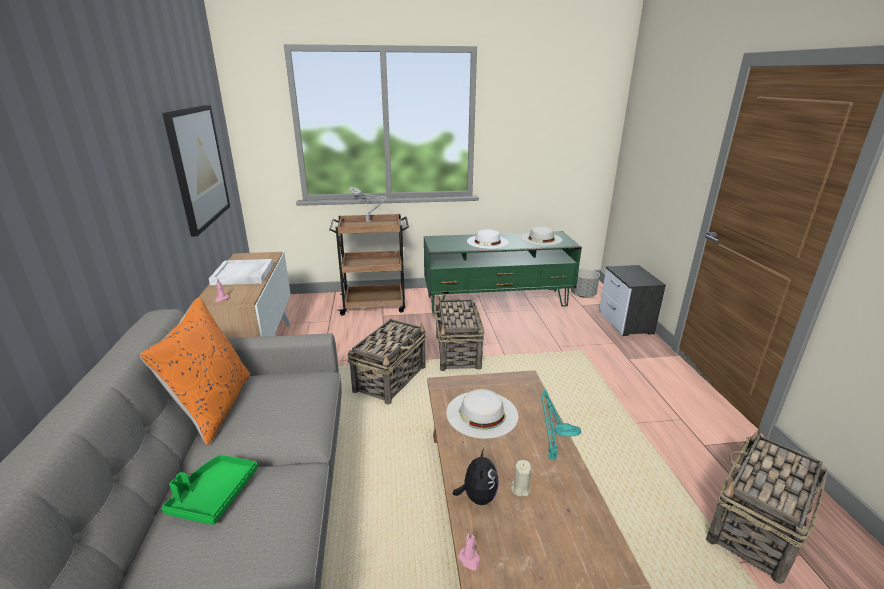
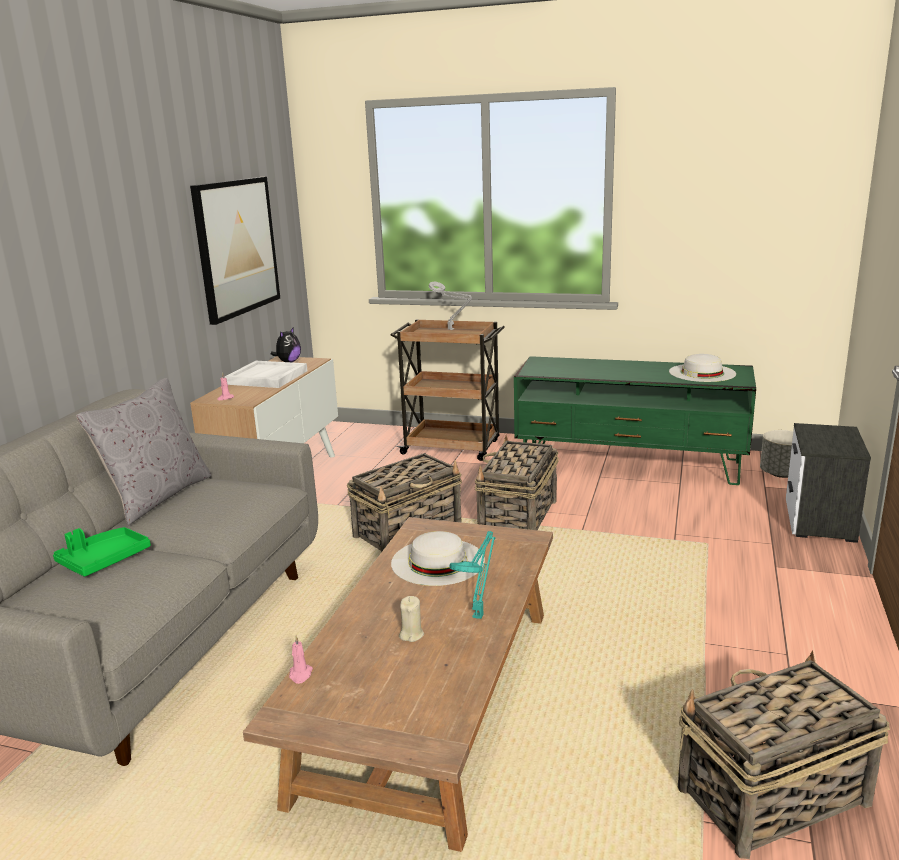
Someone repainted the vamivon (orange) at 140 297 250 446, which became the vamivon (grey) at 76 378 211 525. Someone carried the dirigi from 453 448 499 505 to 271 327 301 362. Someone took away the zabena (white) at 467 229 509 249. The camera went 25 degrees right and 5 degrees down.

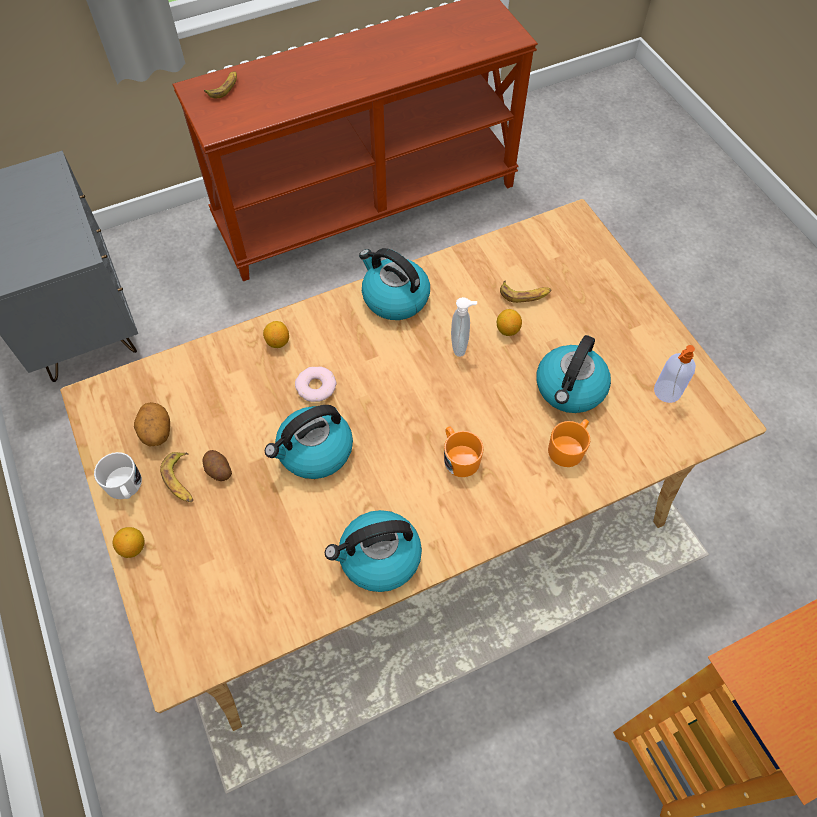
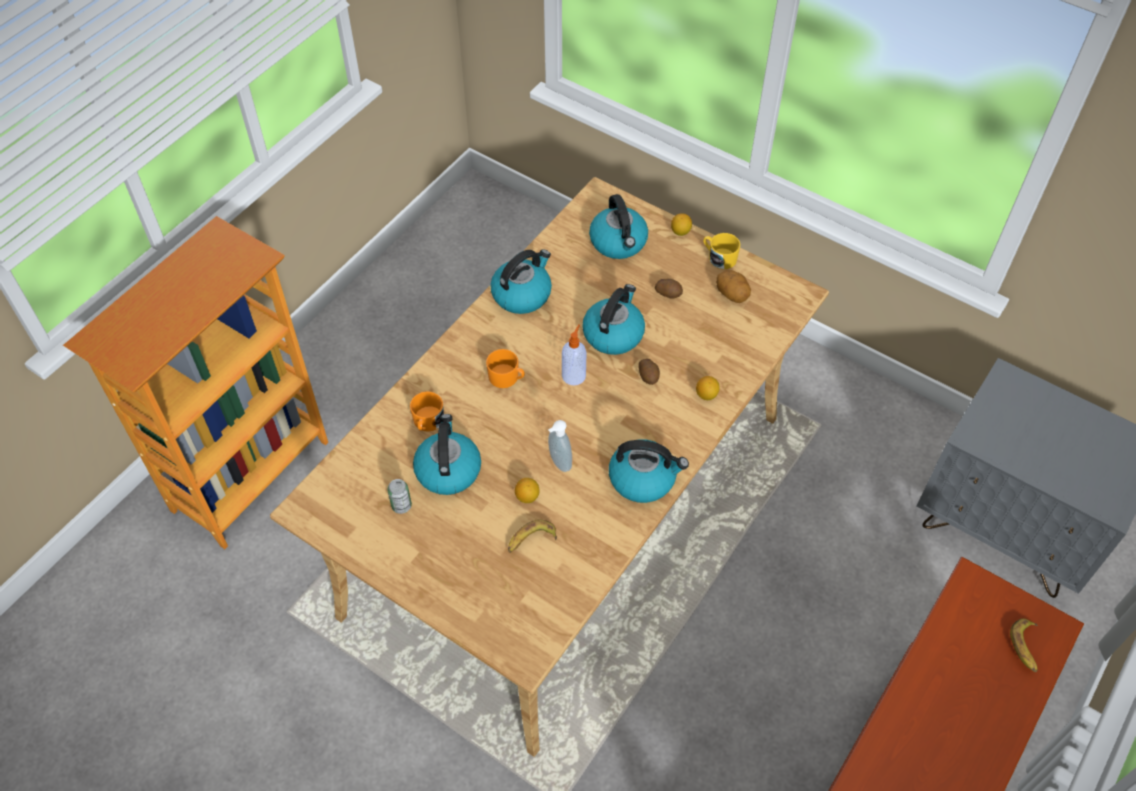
Someone repainted the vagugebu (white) at 94 452 142 499, which became the vagugebu (yellow) at 703 233 740 269. Someone took away the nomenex at 160 452 193 502. Someone swapped the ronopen at 295 367 337 402 for the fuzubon at 638 359 660 385. Someone carried the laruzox from 654 345 696 403 to 562 324 586 386. Someone put down the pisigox at 387 479 412 514. Someone put down the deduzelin at 589 194 648 259. The camera went 150 degrees right and 5 degrees down.

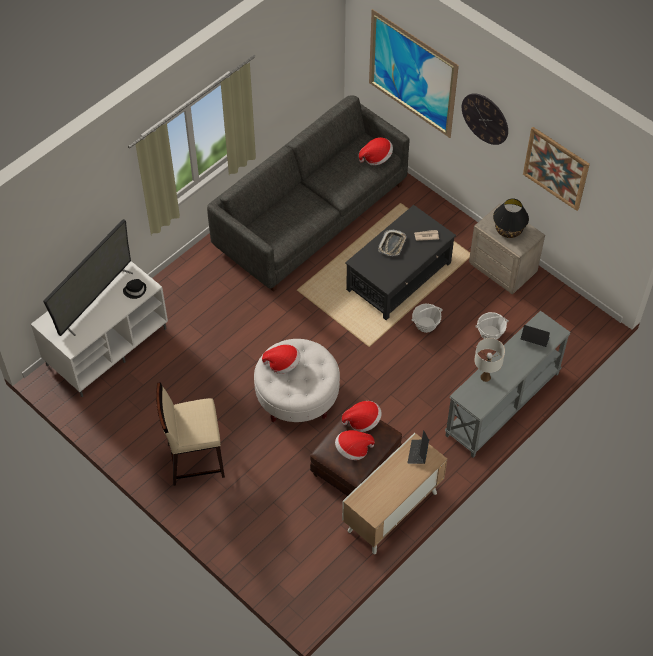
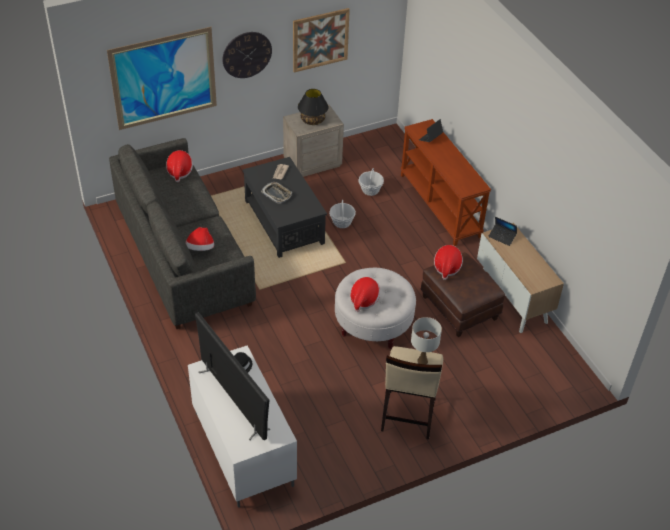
Someone carried the zabena from 335 430 375 460 to 186 227 214 251. Someone repainted the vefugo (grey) at 445 311 571 458, which became the vefugo (brown) at 401 119 491 246. Someone carried the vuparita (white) from 474 338 505 382 to 411 317 442 364. The camera went 70 degrees left and 10 degrees down.

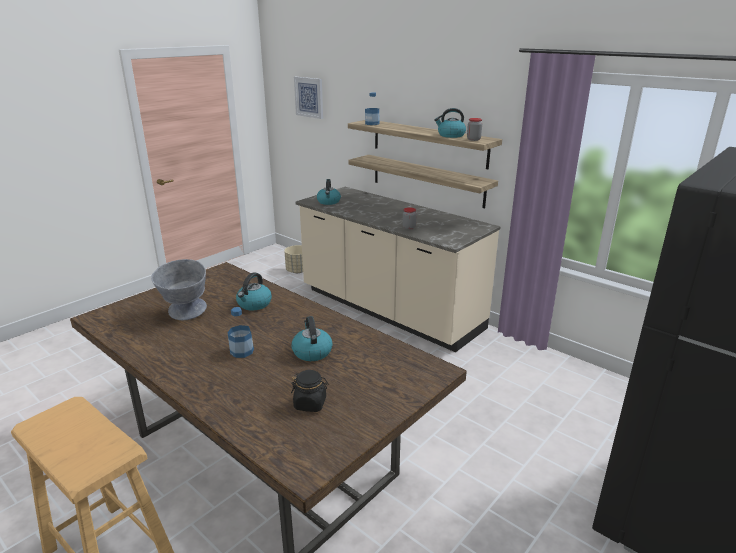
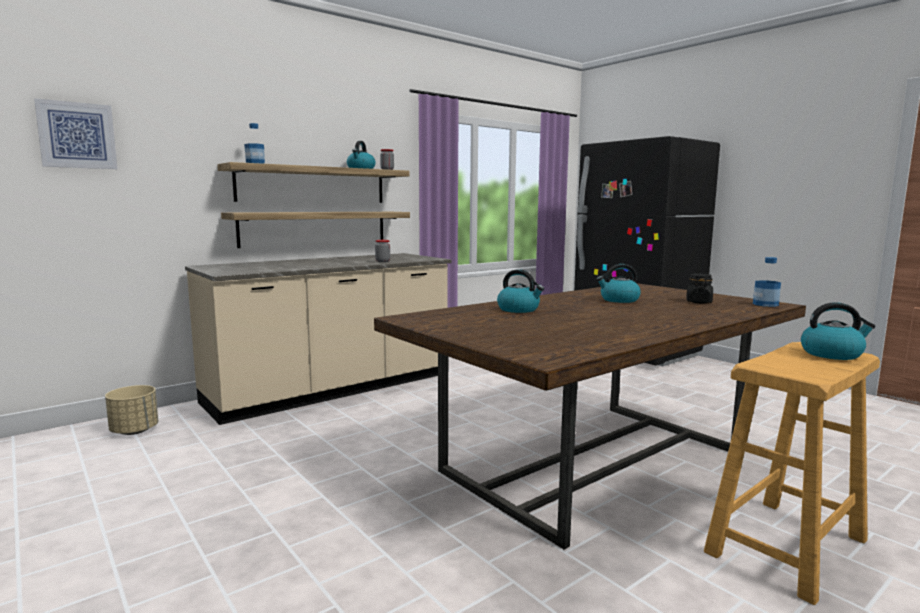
Someone took away the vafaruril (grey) at 151 259 207 320. Someone carried the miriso from 227 307 254 358 to 753 257 781 307. Someone carried the deduzelin from 317 179 341 205 to 801 302 876 360. The camera went 80 degrees left and 15 degrees down.

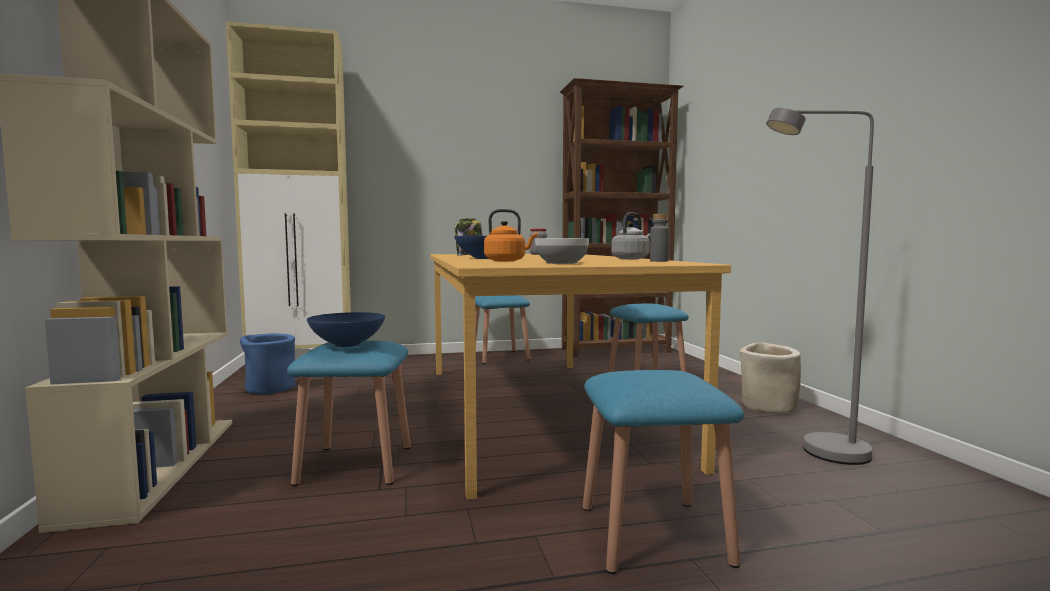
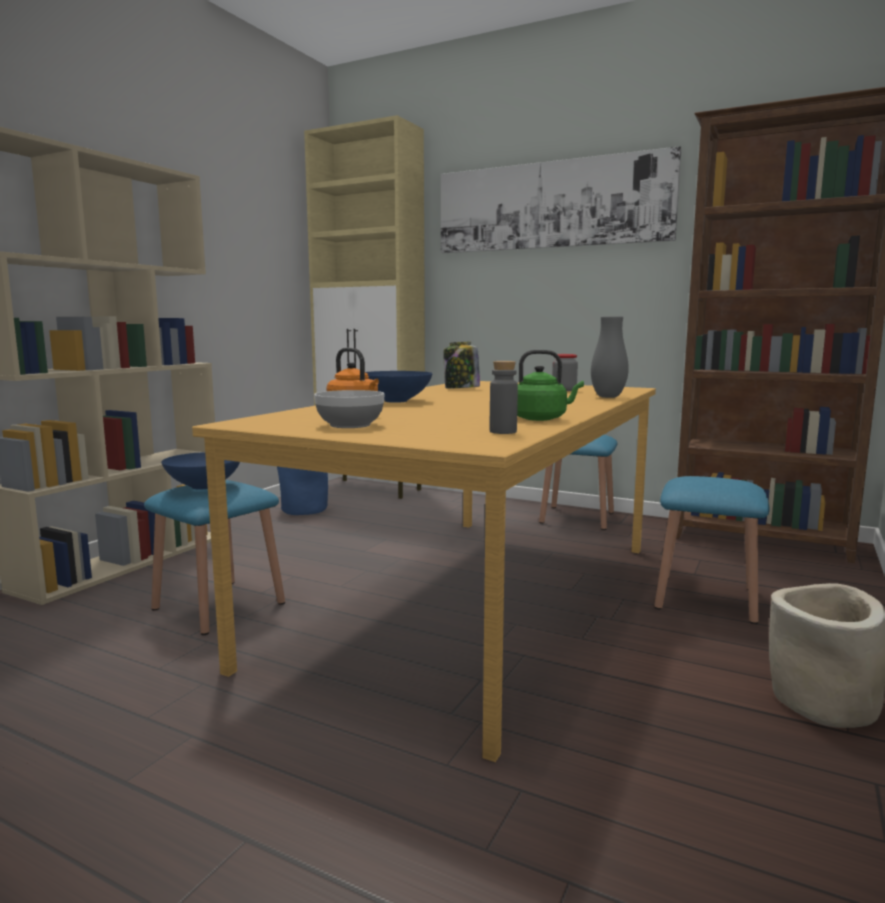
Someone took away the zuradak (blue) at 583 370 744 574. Someone repainted the deduzelin (grey) at 611 212 651 259, which became the deduzelin (green) at 517 350 584 421. Someone took away the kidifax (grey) at 766 108 874 465. Someone put up the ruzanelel at 441 146 681 253. Someone put down the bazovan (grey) at 591 316 629 398. The camera went 40 degrees right and 5 degrees up.

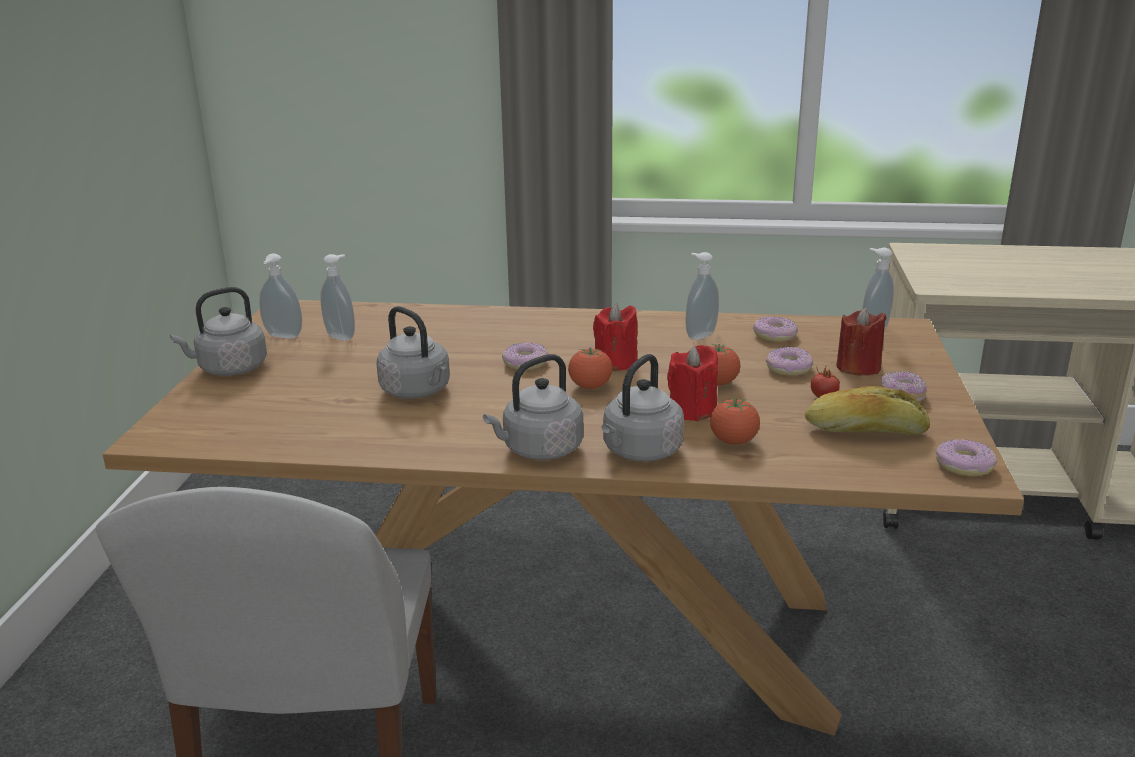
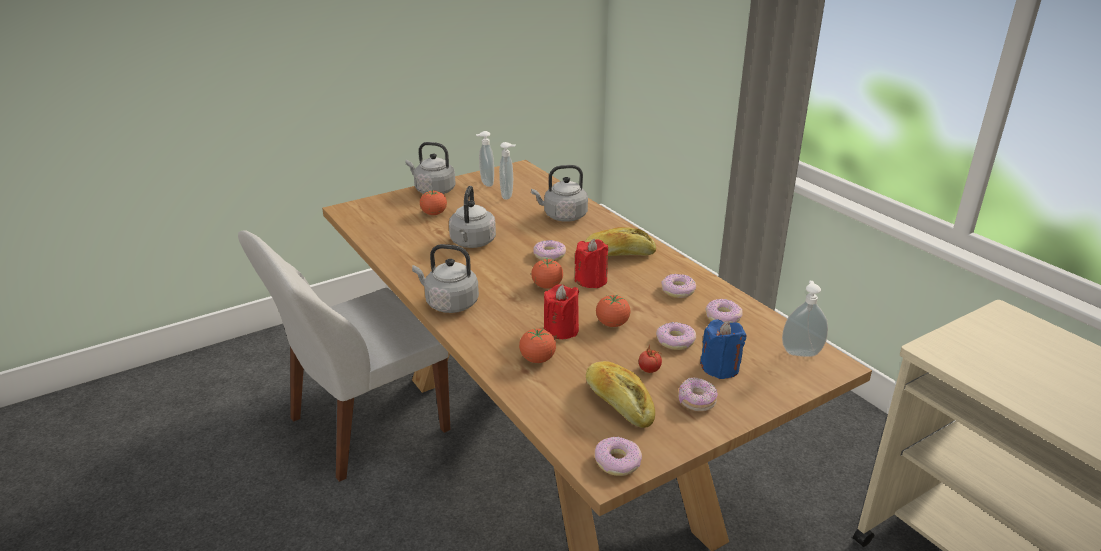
Someone carried the deduzelin (grey) from 602 354 684 462 to 531 165 588 222. Someone swapped the laruzox at 686 252 719 340 for the ronopen at 661 274 696 298. Someone repainted the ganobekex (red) at 836 307 887 376, which became the ganobekex (blue) at 700 320 746 379. Someone put down the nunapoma at 420 190 447 215. Someone put down the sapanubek at 584 227 656 256. The camera went 50 degrees right and 5 degrees up.

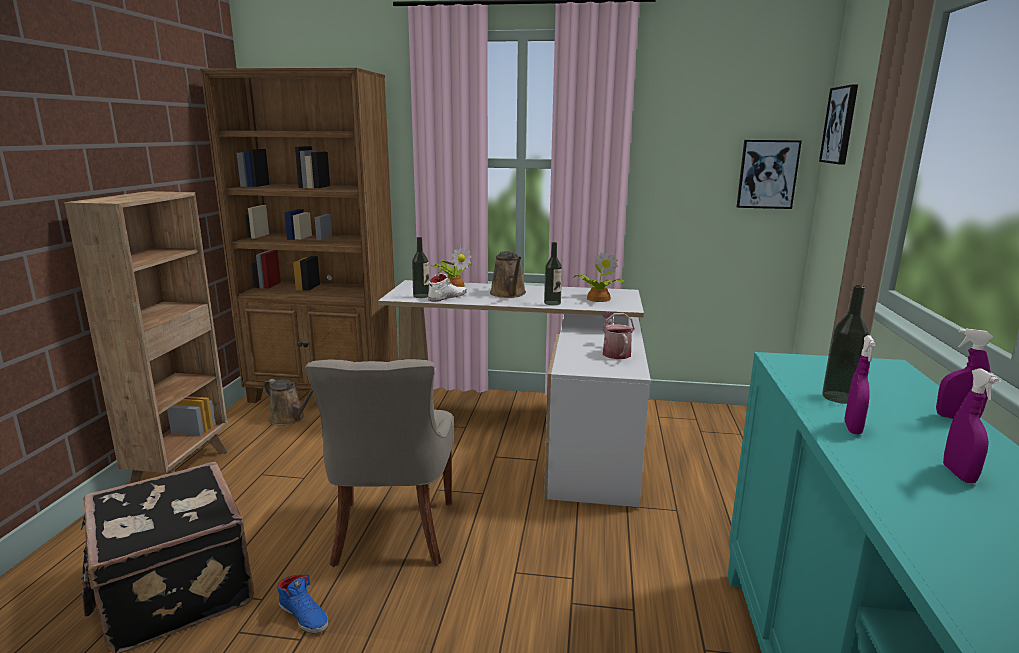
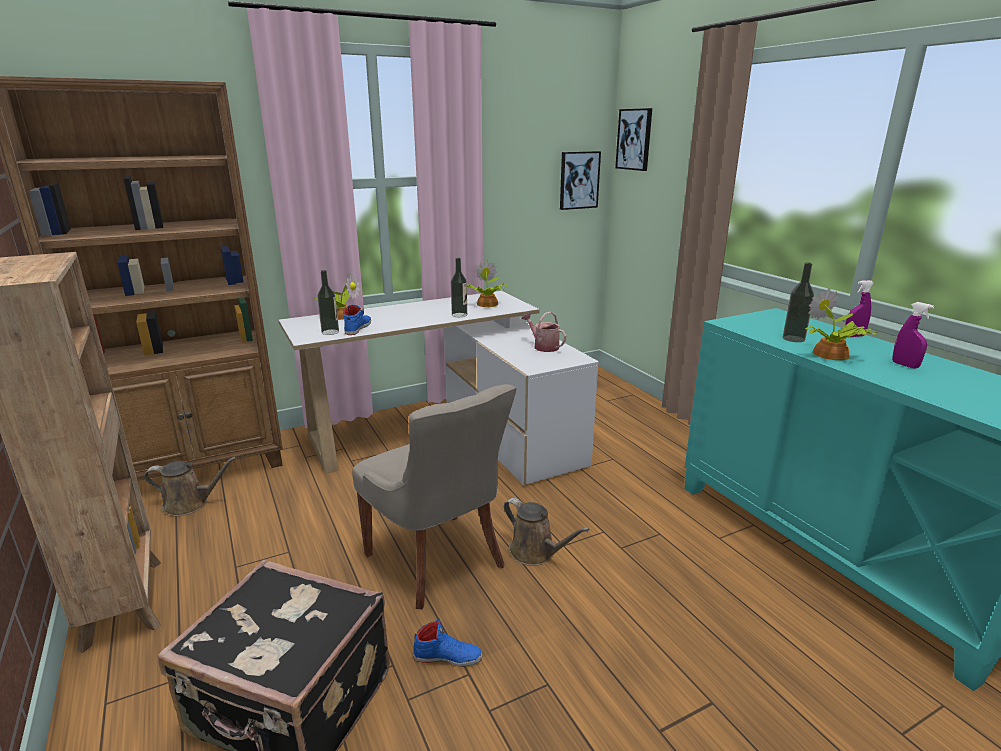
Someone repainted the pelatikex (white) at 428 273 467 301, which became the pelatikex (blue) at 343 305 371 335. Someone carried the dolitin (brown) from 490 251 526 298 to 504 498 590 566. Someone swapped the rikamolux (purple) at 844 335 875 435 for the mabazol at 805 288 878 360. The camera went 35 degrees left and 5 degrees up.

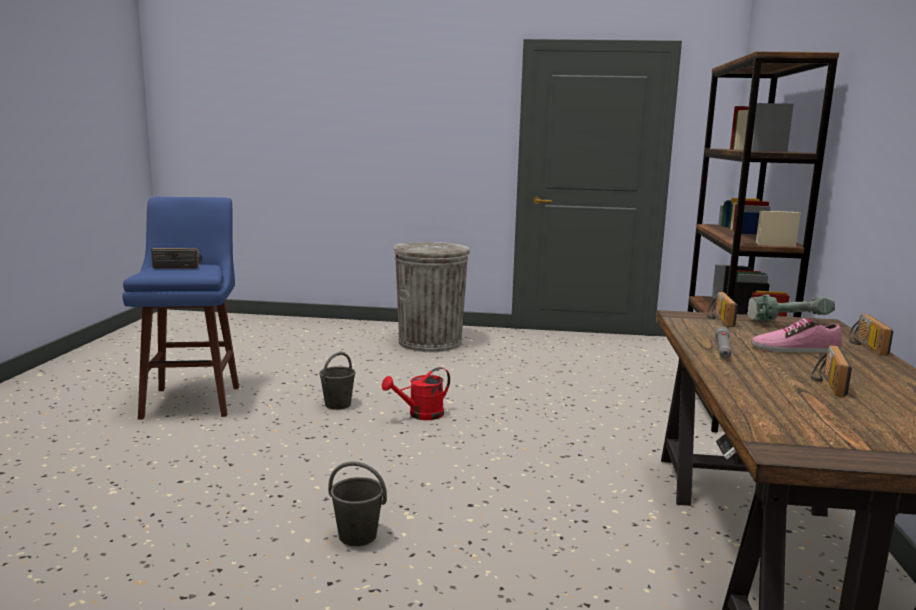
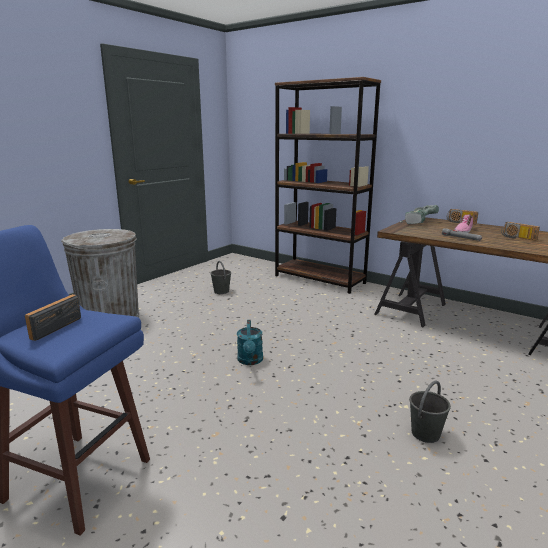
Someone carried the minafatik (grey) from 319 352 356 410 to 210 261 231 294. Someone repainted the dolitin (red) at 382 367 450 420, which became the dolitin (turquoise) at 237 320 263 365. Someone took away the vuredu at 707 292 738 327. The camera went 60 degrees left and 5 degrees up.

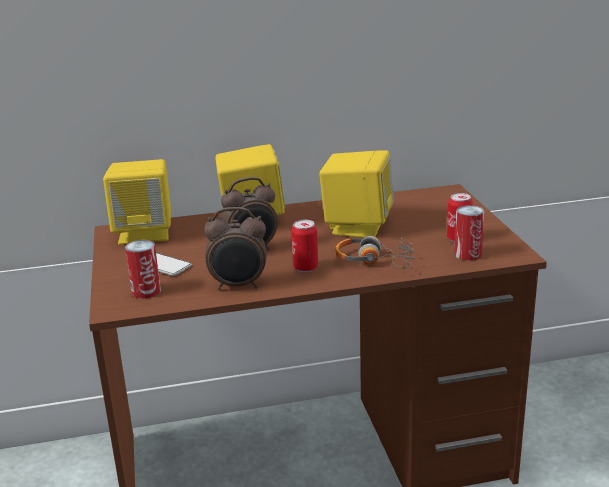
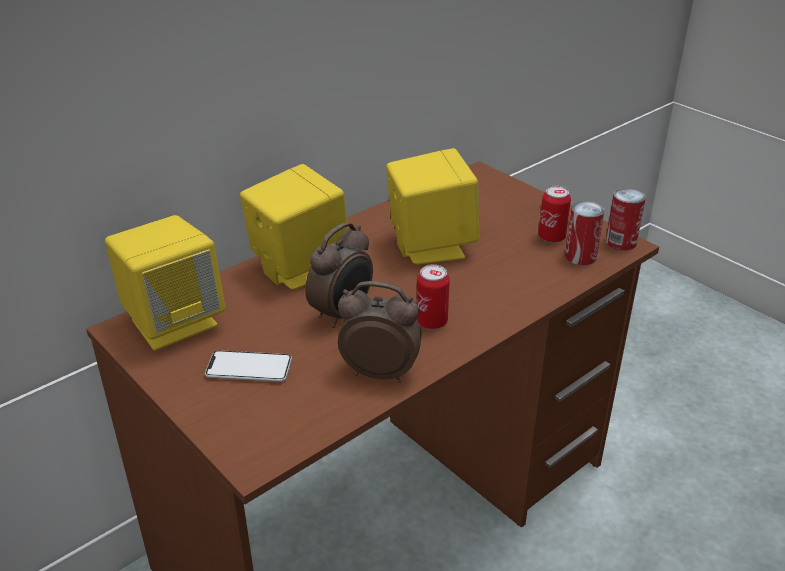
Someone carried the pisigox from 125 240 161 299 to 606 188 646 251. Someone rotated the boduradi at 204 207 267 290 by 135 degrees counterclockwise. Someone took away the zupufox at 335 236 415 268. The camera went 30 degrees left and 10 degrees up.

